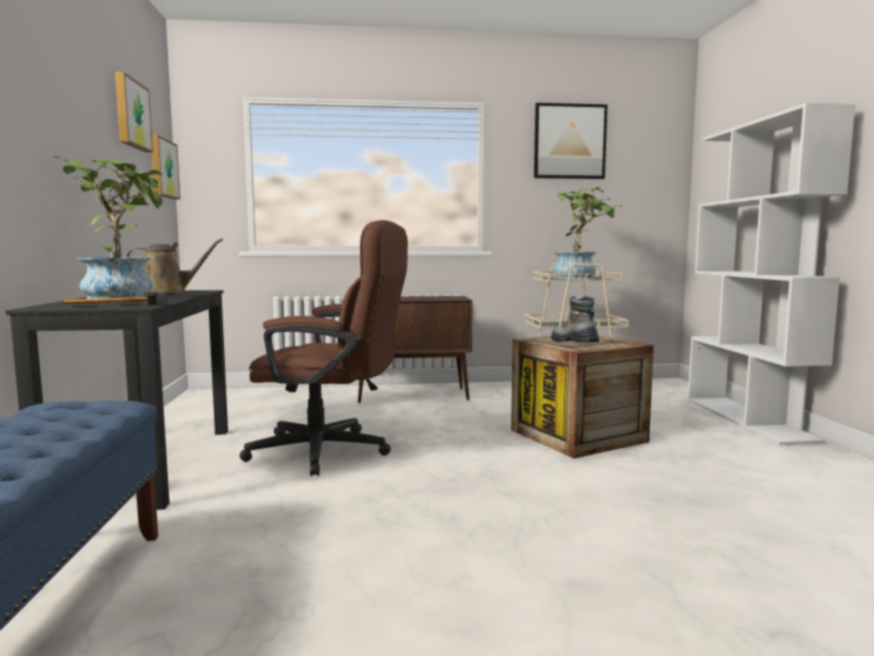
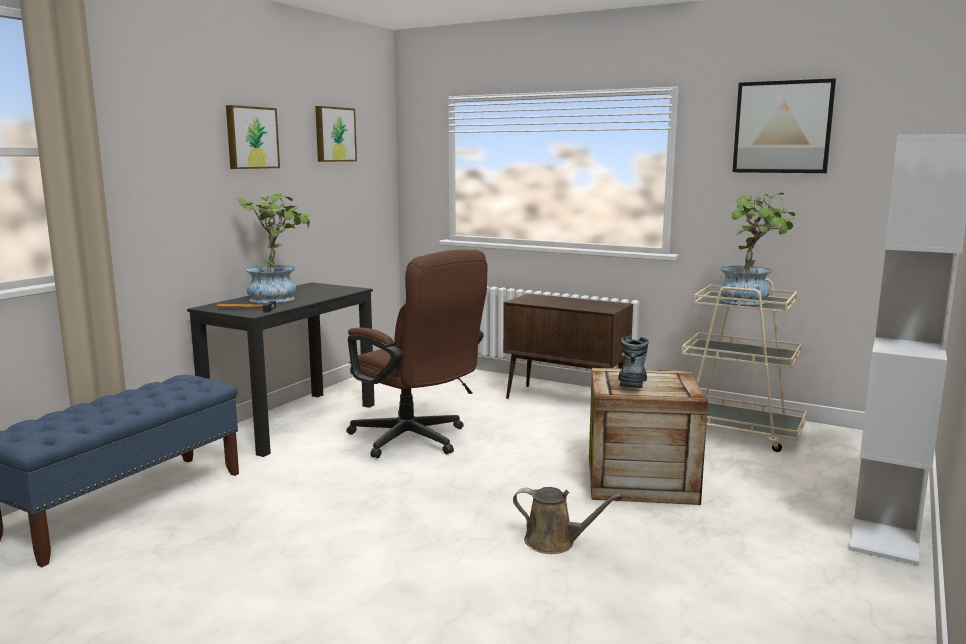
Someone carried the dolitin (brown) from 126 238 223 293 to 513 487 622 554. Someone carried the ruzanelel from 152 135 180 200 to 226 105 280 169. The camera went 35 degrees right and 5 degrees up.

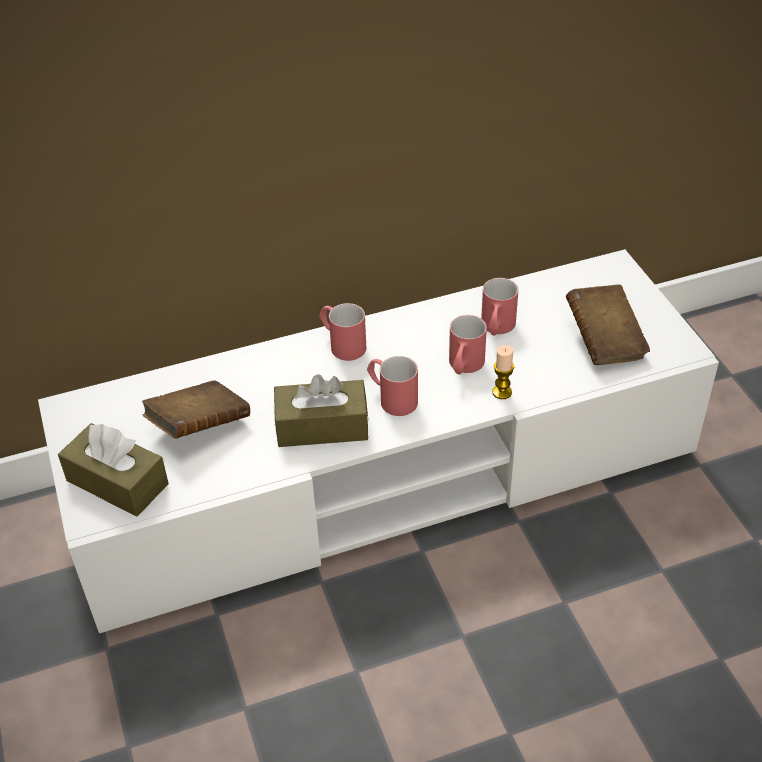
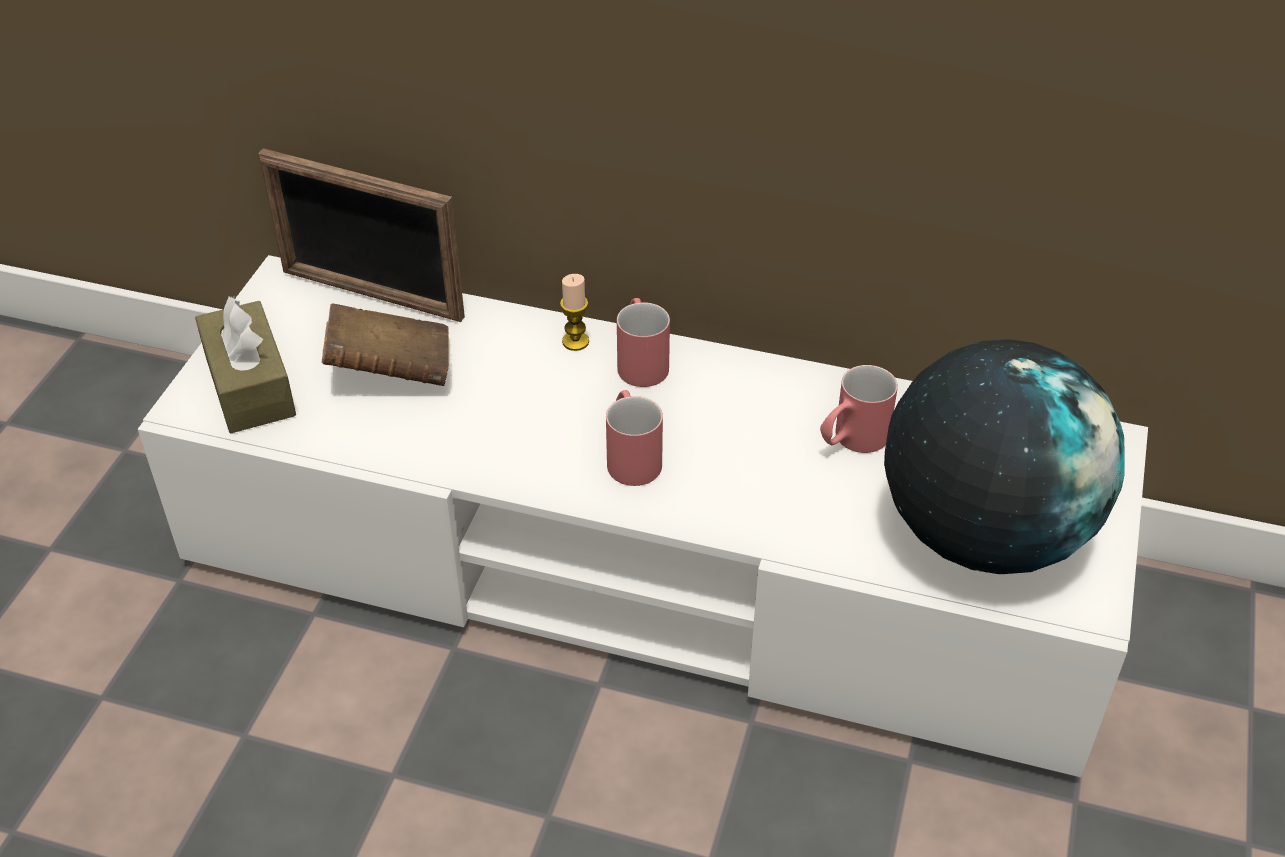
Someone took away the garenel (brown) at 274 374 369 447. Someone took away the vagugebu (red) at 449 315 487 375. Someone carried the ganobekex from 492 345 514 399 to 560 274 589 351. Someone swapped the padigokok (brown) at 566 284 650 365 for the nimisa at 884 339 1125 574. Someone put down the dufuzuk at 258 148 465 322. The camera went 35 degrees right and 0 degrees up.

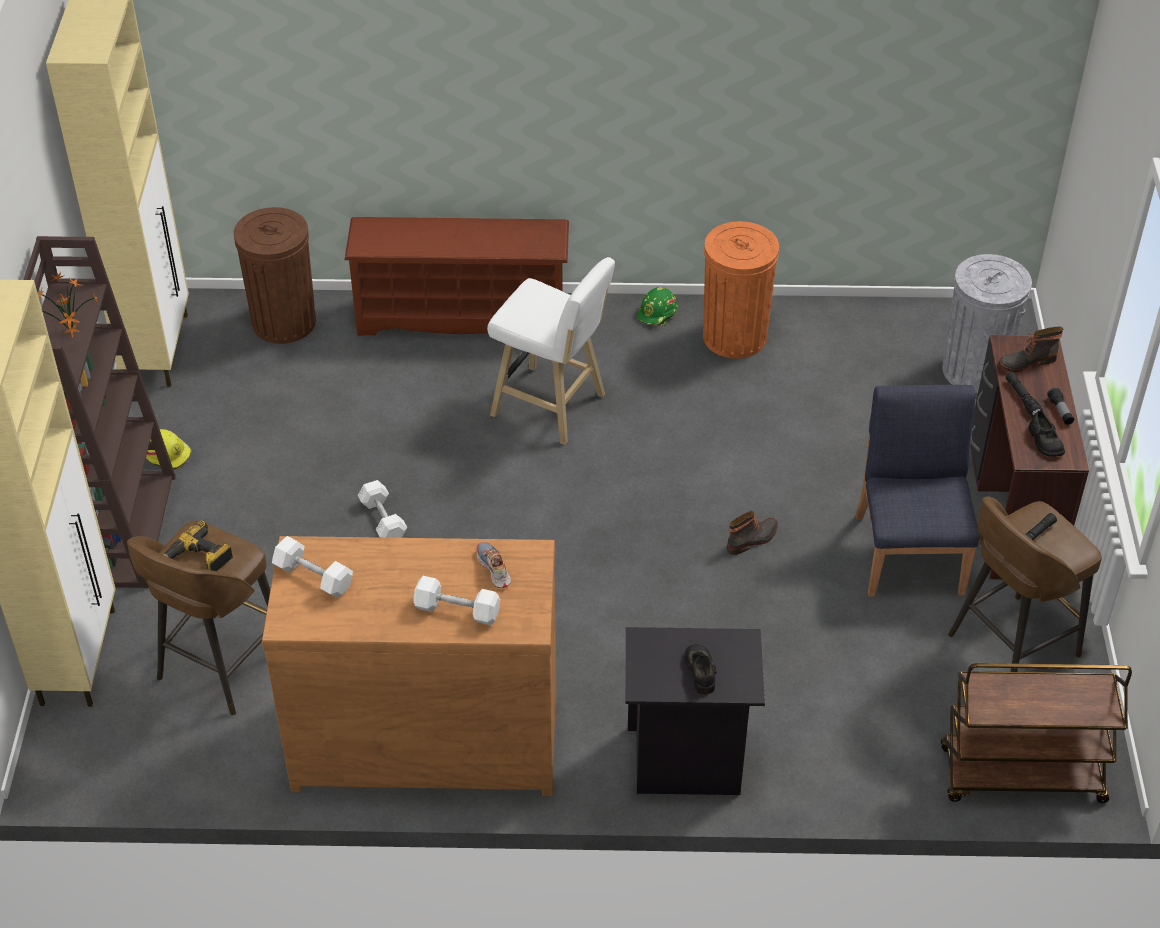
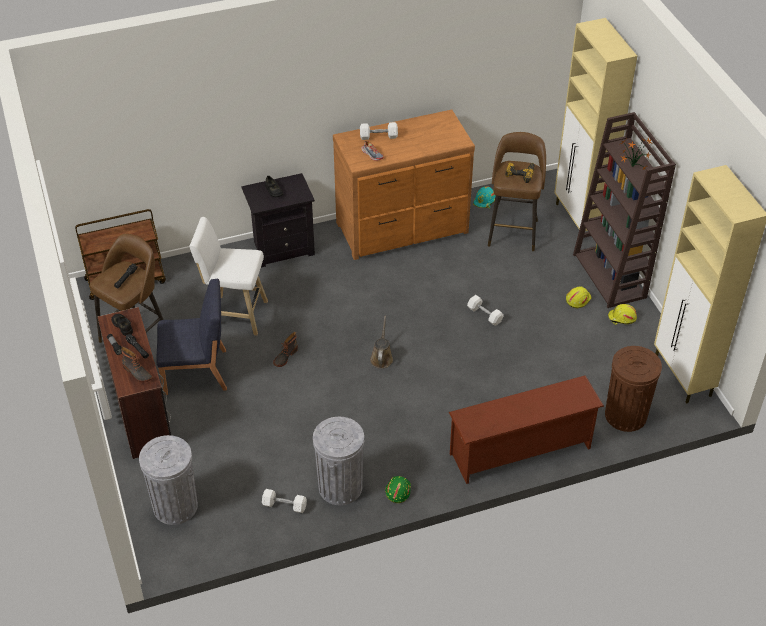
Someone carried the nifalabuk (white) from 272 536 353 598 to 262 489 307 513. Someone carried the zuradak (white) from 487 257 615 445 to 190 217 268 336. Someone repainted the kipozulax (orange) at 703 221 779 359, which became the kipozulax (grey) at 313 417 364 505. Someone rotated the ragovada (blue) at 856 385 979 597 by 75 degrees counterclockwise. Someone rotated the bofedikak at 999 327 1063 372 by 75 degrees clockwise. Someone put down the dolitin (brown) at 370 316 393 369. Someone put down the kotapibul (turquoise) at 473 186 496 208. Someone put down the kotapibul (yellow) at 566 286 592 308. The camera went 160 degrees right and 0 degrees up.

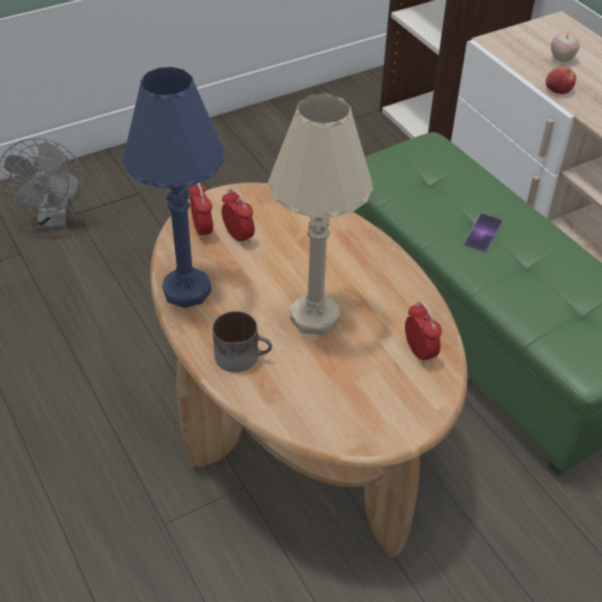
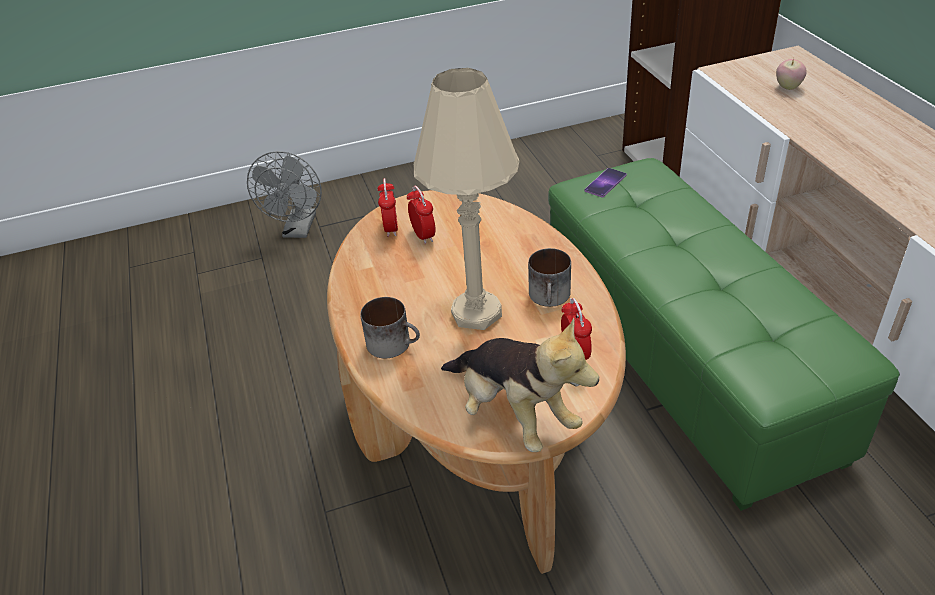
Someone took away the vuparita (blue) at 122 67 225 308. Someone carried the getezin from 464 214 503 252 to 584 168 627 198. Someone took away the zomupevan at 546 67 576 94. Someone put down the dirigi at 441 317 599 452. Someone put down the vagugebu at 528 248 571 307. The camera went 15 degrees right and 5 degrees down.

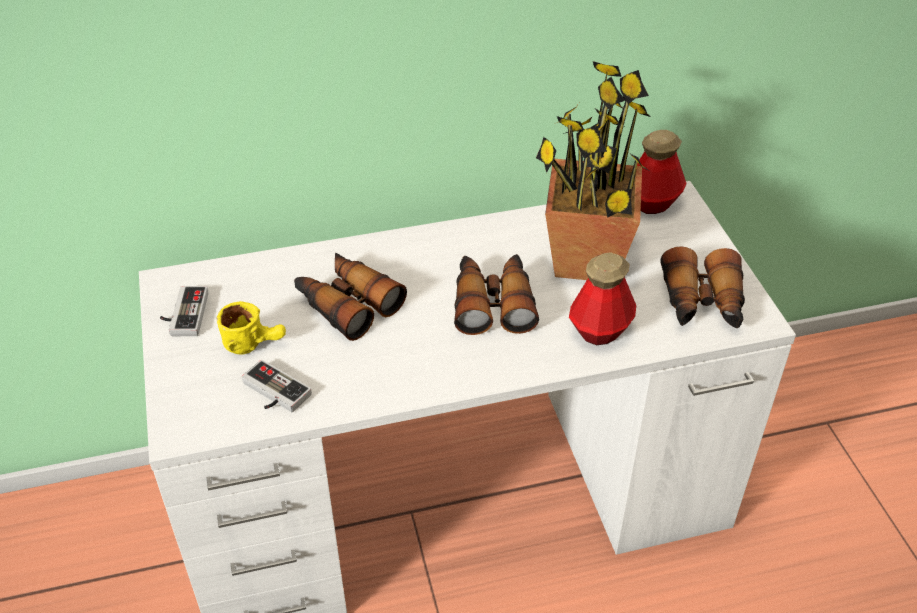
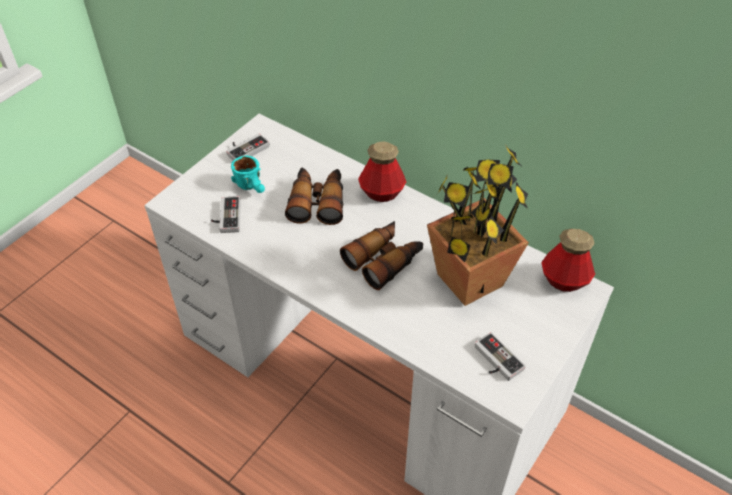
Someone repainted the vagugebu (yellow) at 216 301 286 354, which became the vagugebu (turquoise) at 231 155 265 193. Someone carried the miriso from 569 252 636 345 to 358 141 406 202. Someone swapped the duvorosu at 660 246 745 328 for the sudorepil at 475 332 526 381. The camera went 50 degrees right and 5 degrees up.

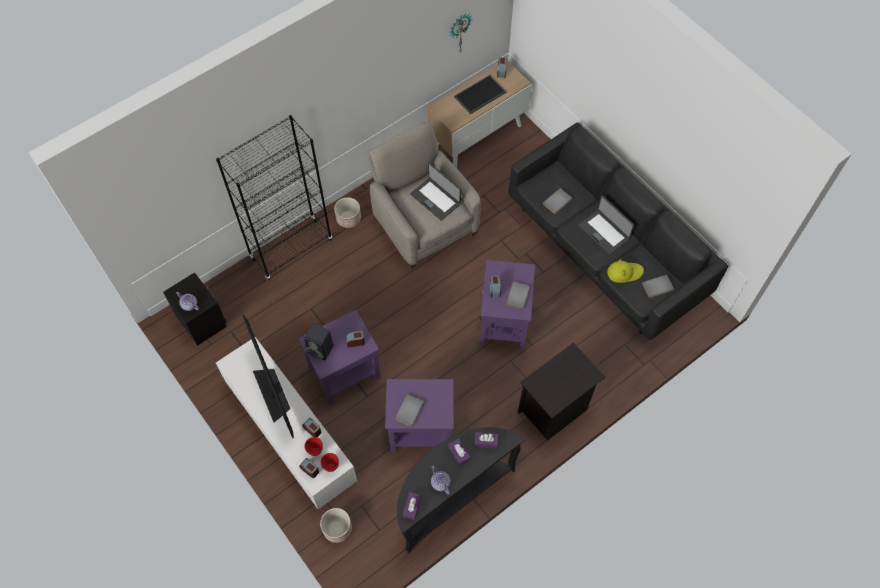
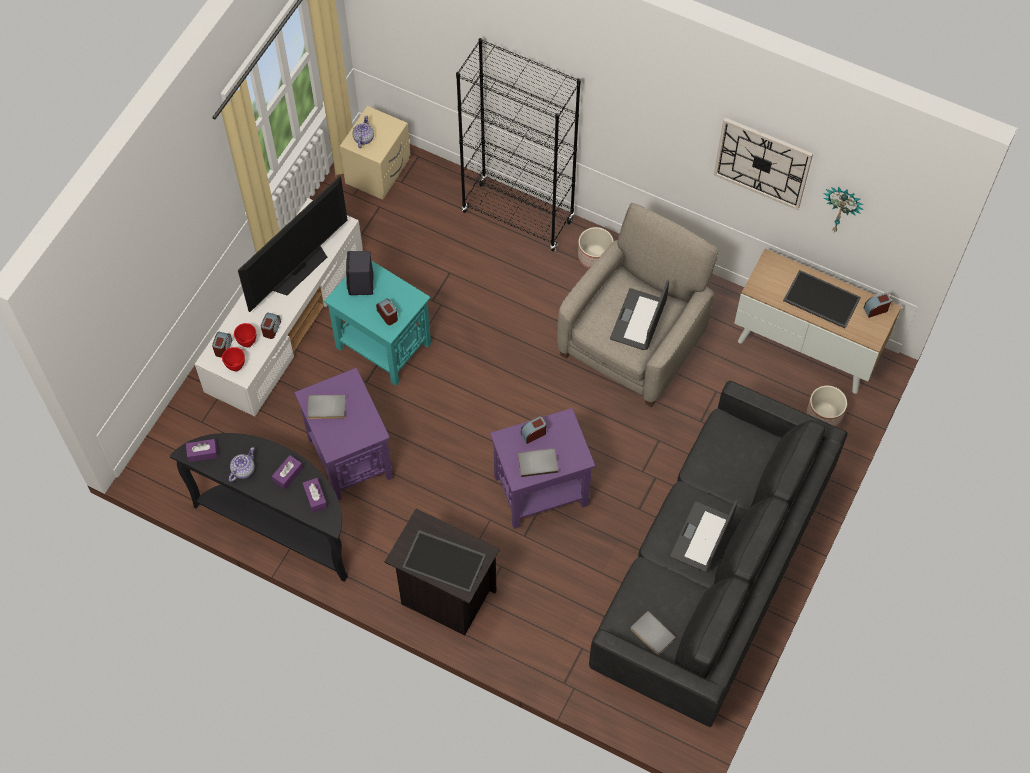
Someone repainted the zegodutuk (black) at 163 272 227 346, which became the zegodutuk (beige) at 340 106 410 200. Someone repainted the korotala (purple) at 298 310 381 405, which became the korotala (turquoise) at 324 260 431 386. Someone carried the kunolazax from 320 508 352 543 to 807 386 847 427. Someone took away the padigokok (grey) at 543 188 572 214. Someone took away the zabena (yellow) at 607 259 644 283. Someone put down the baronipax at 402 530 486 593. Someone put up the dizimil at 714 117 813 210. The camera went 65 degrees right and 0 degrees up.

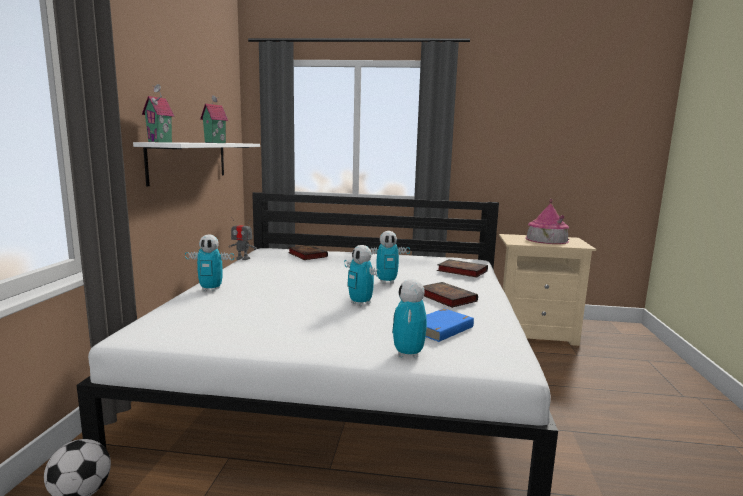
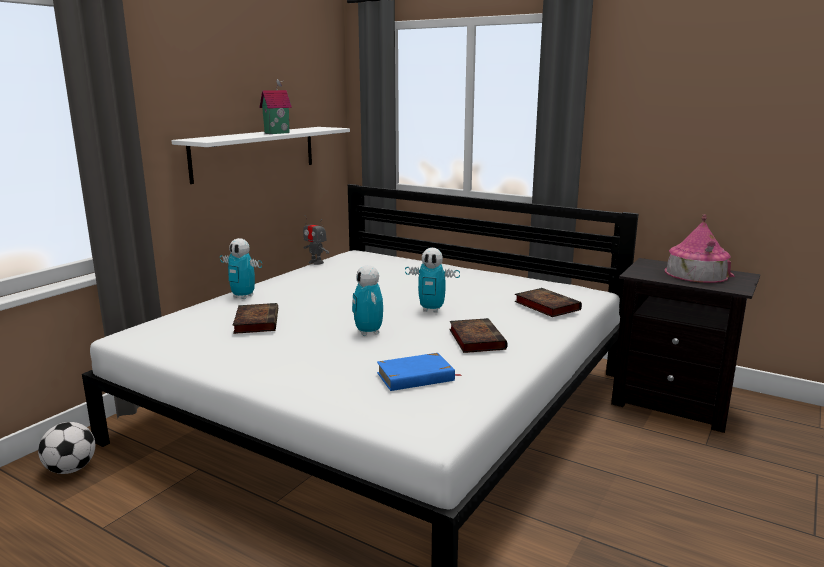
Someone took away the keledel at 142 84 174 142. Someone carried the padigokok from 288 245 328 260 to 233 303 278 334. Someone took away the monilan at 392 279 427 359. Someone repainted the zegodutuk (beige) at 499 234 596 346, which became the zegodutuk (black) at 611 258 760 433. The camera went 25 degrees right and 5 degrees up.

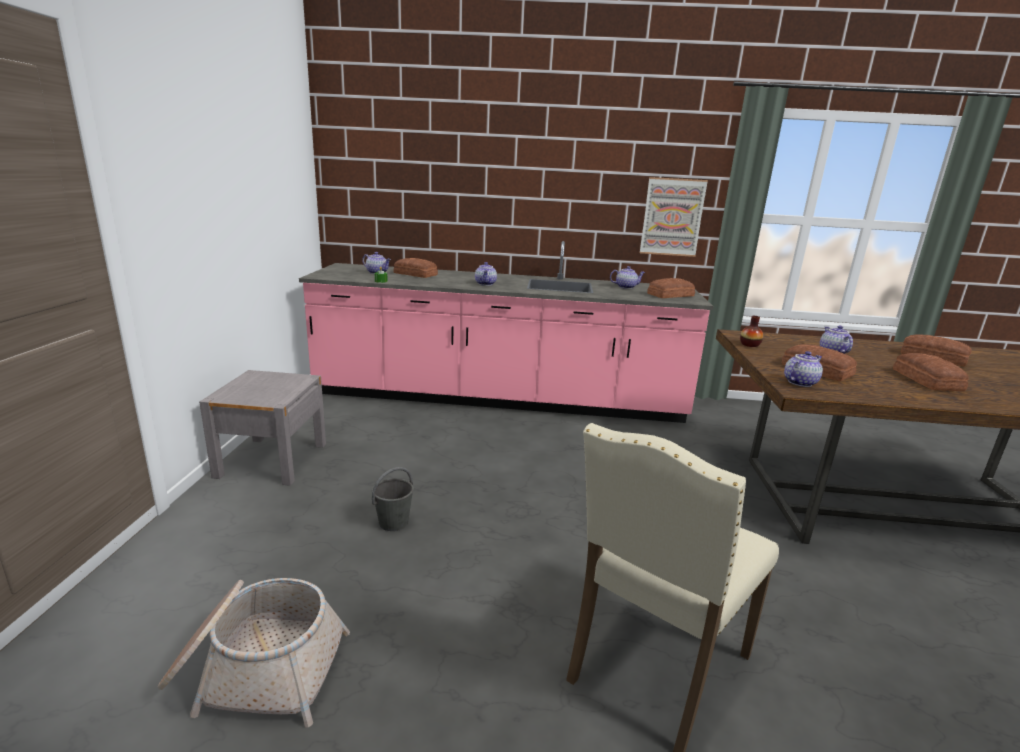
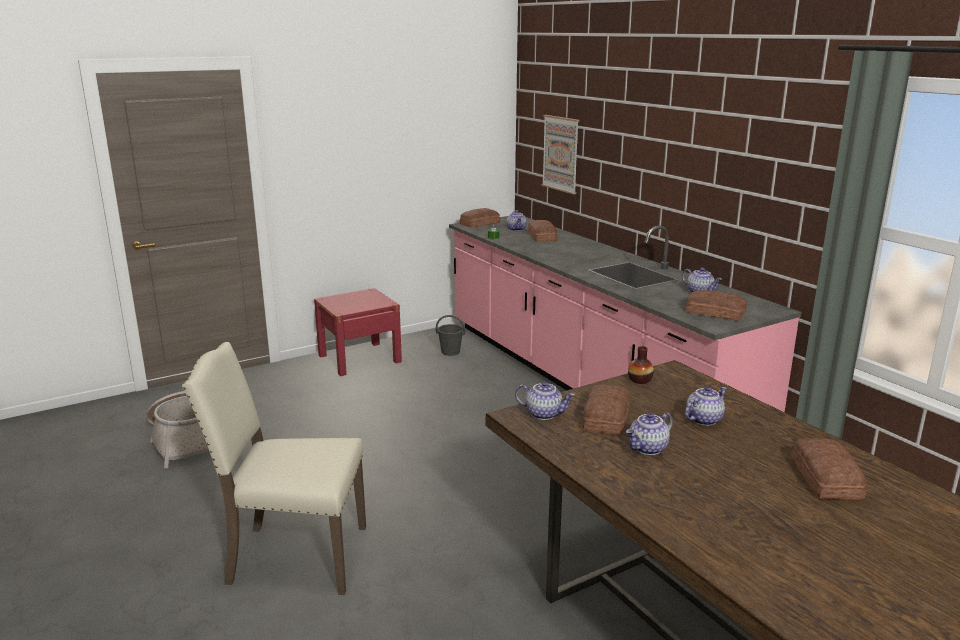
Someone repainted the zegodutuk (grey) at 199 370 326 486, which became the zegodutuk (red) at 314 288 402 376. Someone carried the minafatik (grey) from 372 467 414 531 to 436 315 465 356. Someone carried the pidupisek from 475 262 497 286 to 626 412 673 455. Someone carried the ruzanelel from 640 177 708 257 to 541 115 580 194. Someone carried the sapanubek from 893 353 969 391 to 460 208 500 228. The camera went 55 degrees right and 0 degrees up.

